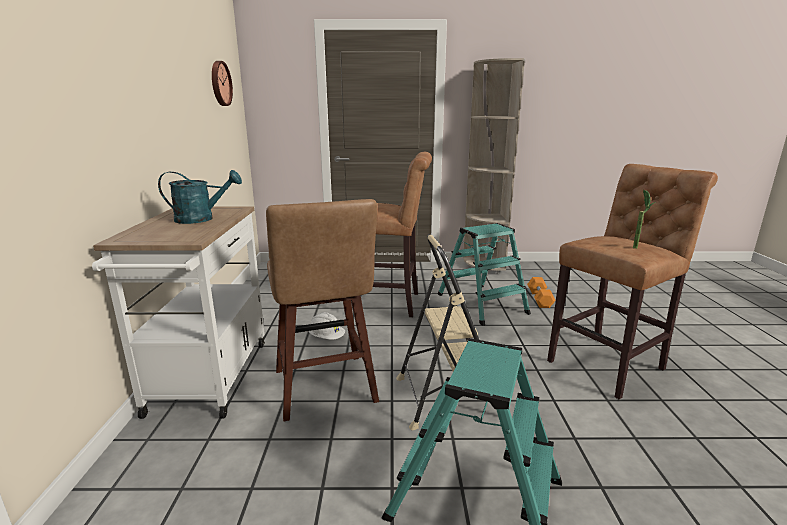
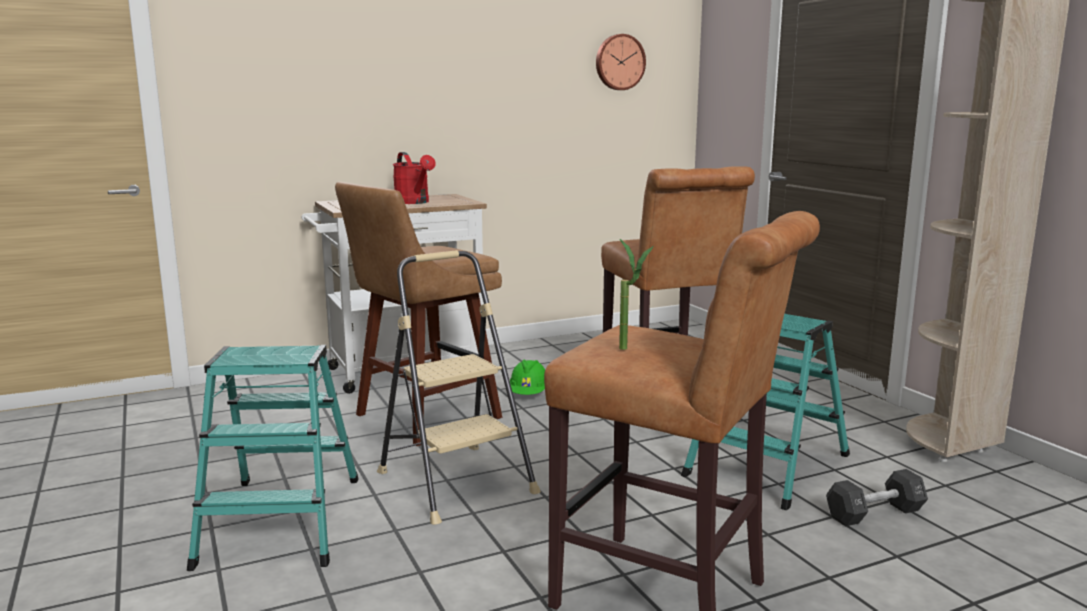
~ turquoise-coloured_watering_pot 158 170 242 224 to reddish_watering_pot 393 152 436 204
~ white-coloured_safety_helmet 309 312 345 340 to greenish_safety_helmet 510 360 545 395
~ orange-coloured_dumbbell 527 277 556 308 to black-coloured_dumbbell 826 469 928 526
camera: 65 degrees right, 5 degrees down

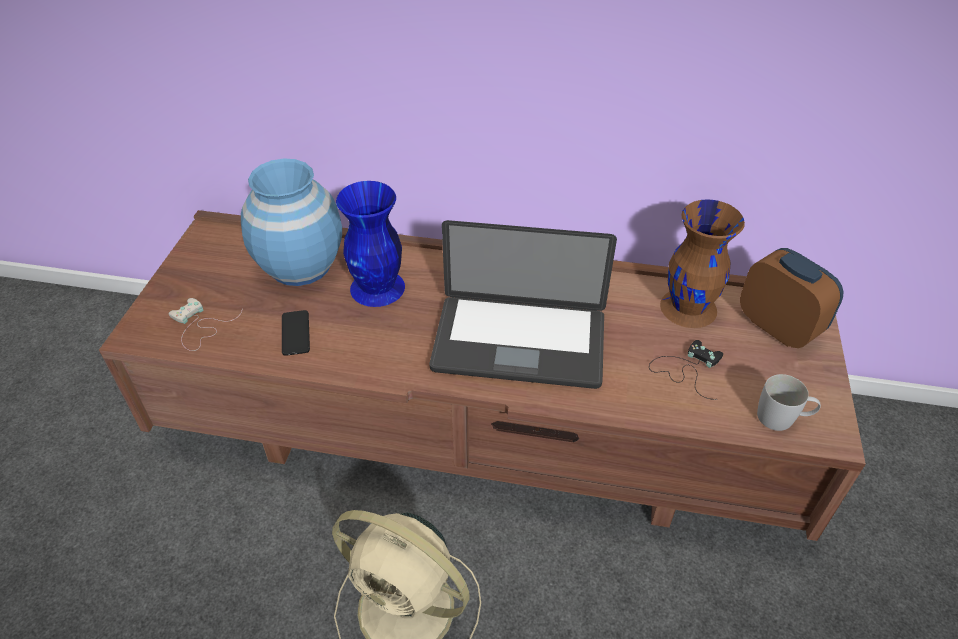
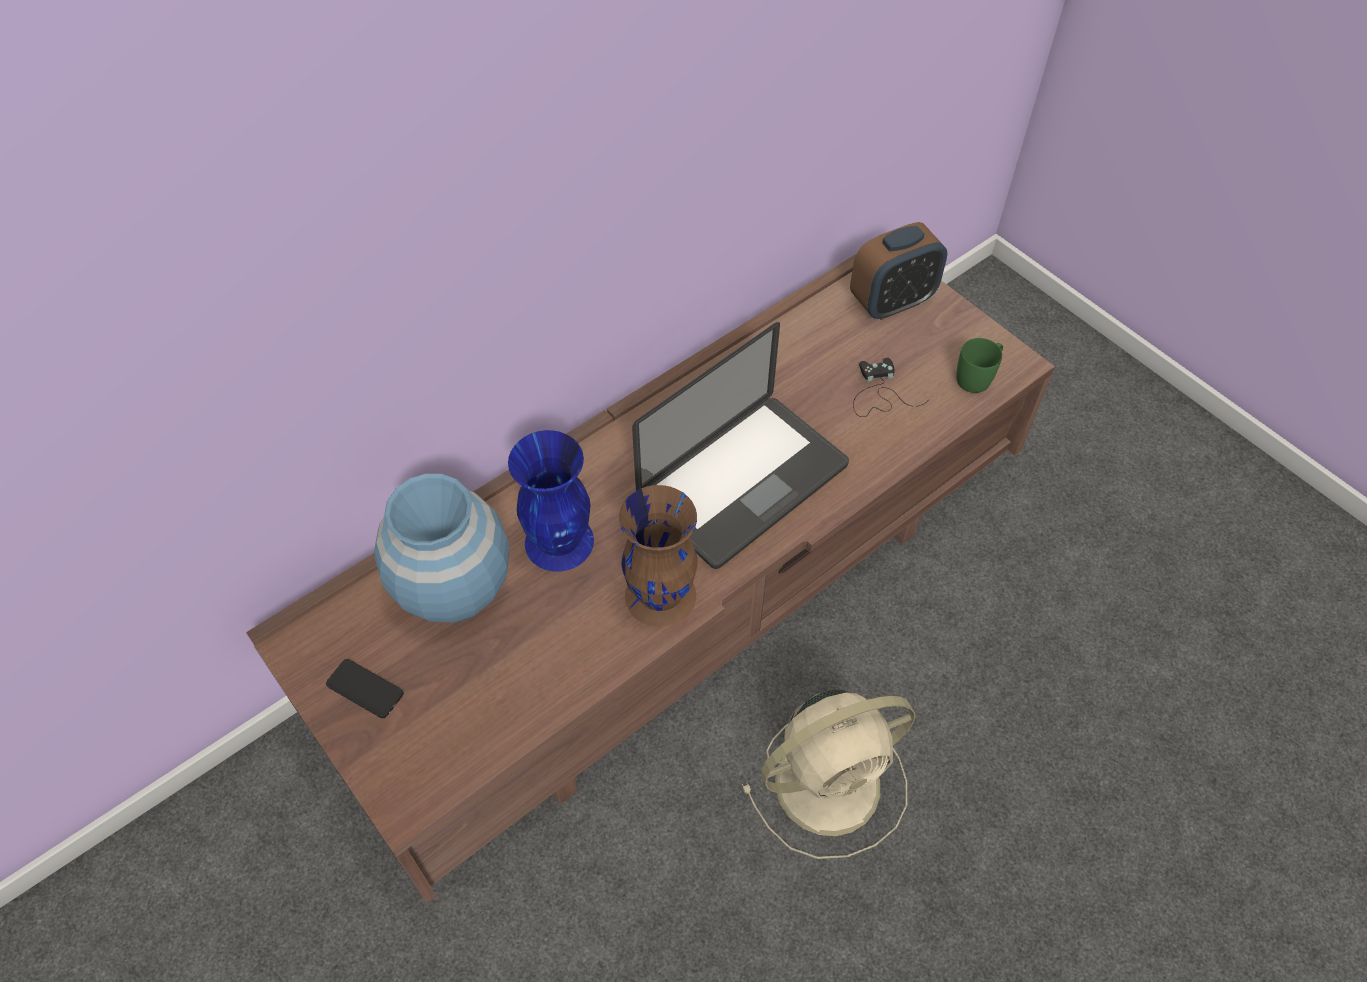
- white-coloured_game_controller 169 298 243 351
~ telephone 282 310 310 356 to 326 659 404 718
~ brownish_flower_vase 660 199 745 328 to 619 485 698 627
~ white-coloured_coffee_mug 757 374 821 431 to greenish_coffee_mug 957 338 1003 393
~ table_clock 740 248 843 348 = 850 222 947 320 150 degrees clockwise
camera: 50 degrees left, 10 degrees up

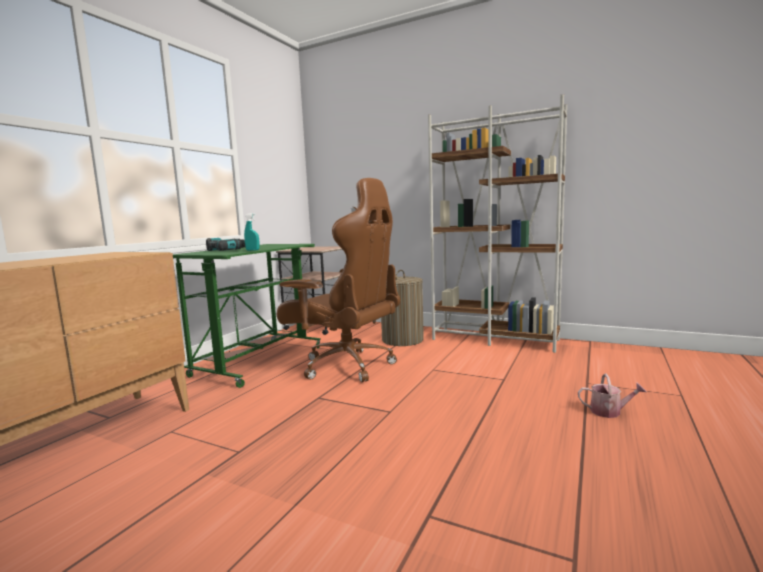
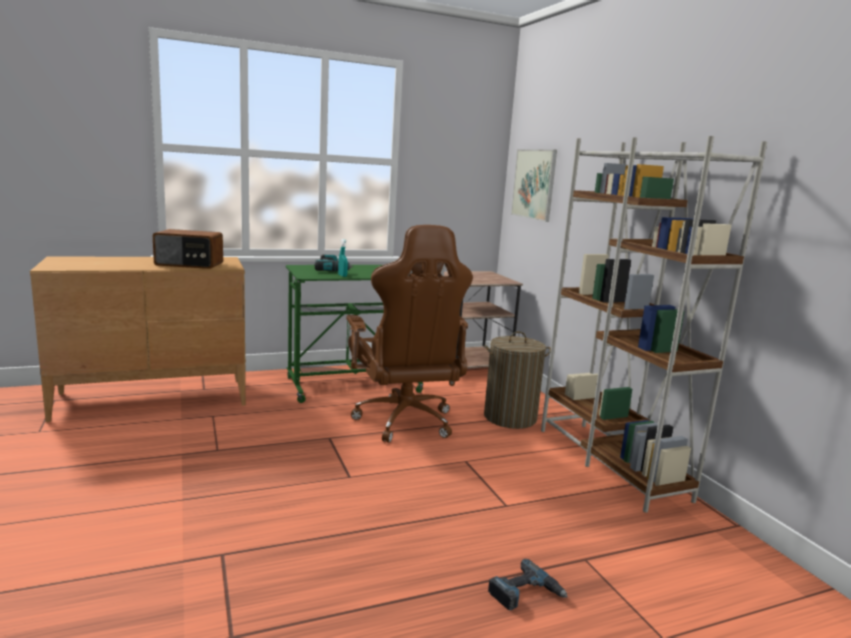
+ radio_set 153 229 223 269
+ wall_art 511 149 557 222
~ watering_pot 578 373 646 418 to drill 488 559 568 611
camera: 40 degrees right, 5 degrees up

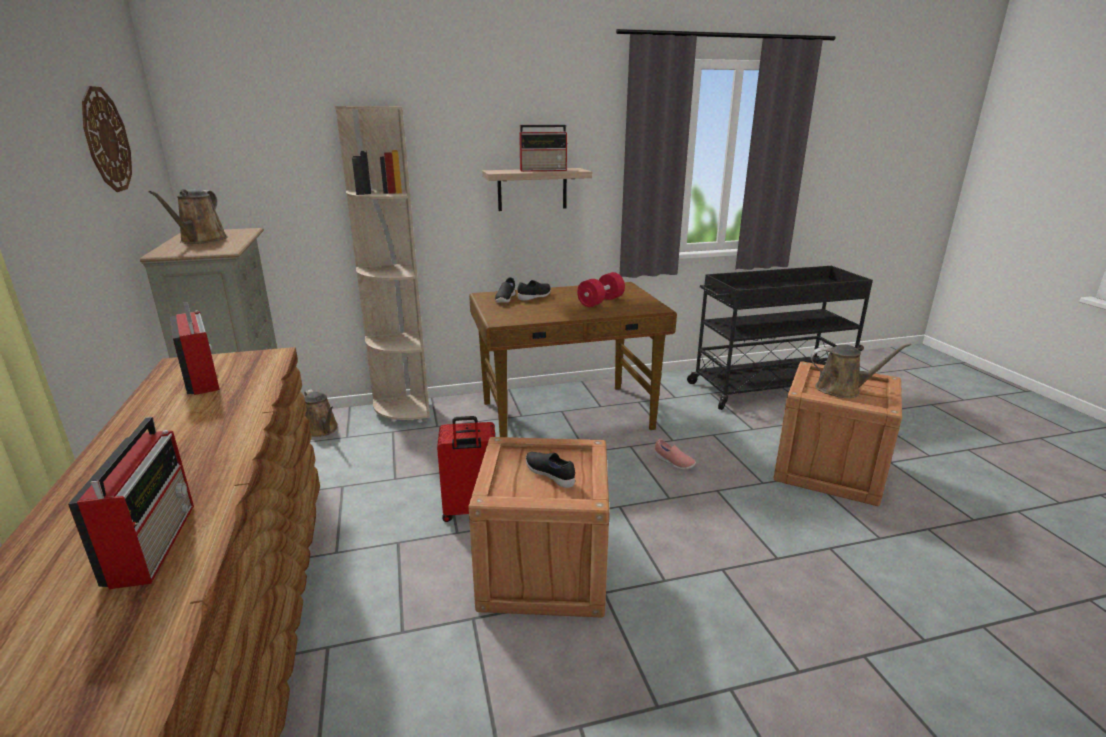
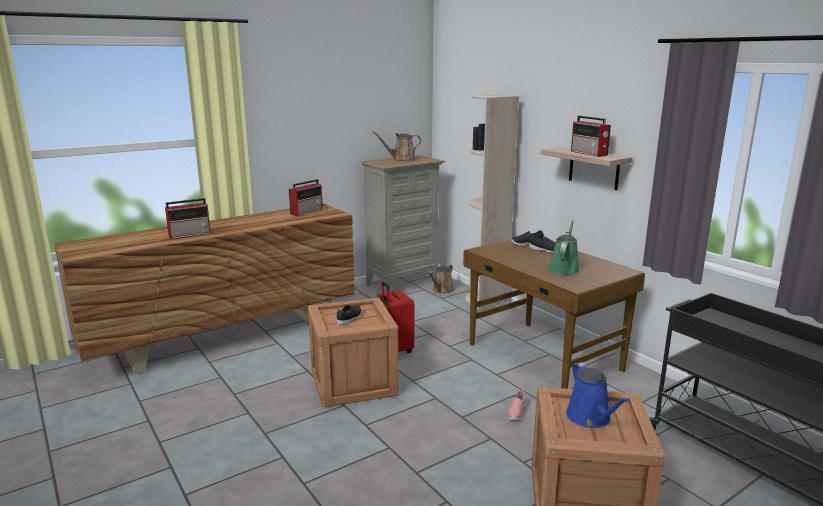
- clock_on_the_wall 82 86 132 192
~ reddish_dumbbell 577 272 625 307 to greenish_watering_pot 548 221 580 275
~ brownish_watering_pot 810 343 911 398 to blue-coloured_watering_pot 566 362 630 428
camera: 70 degrees right, 5 degrees down

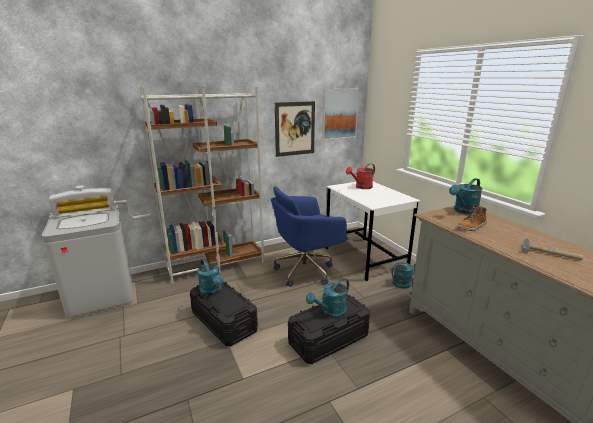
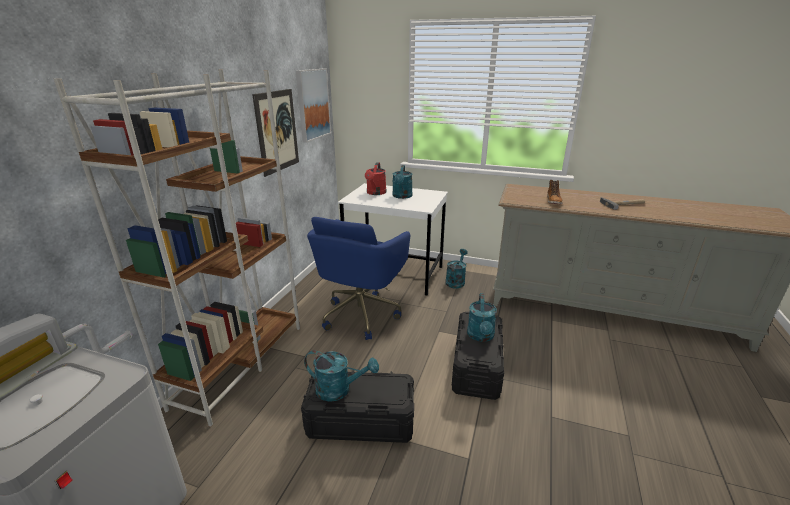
~ turquoise-coloured_watering_pot 449 178 483 214 to 392 165 413 199
camera: 45 degrees left, 5 degrees up

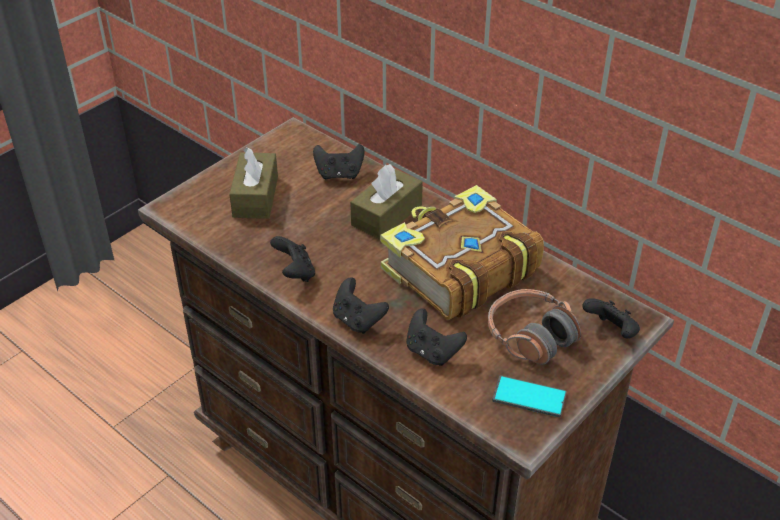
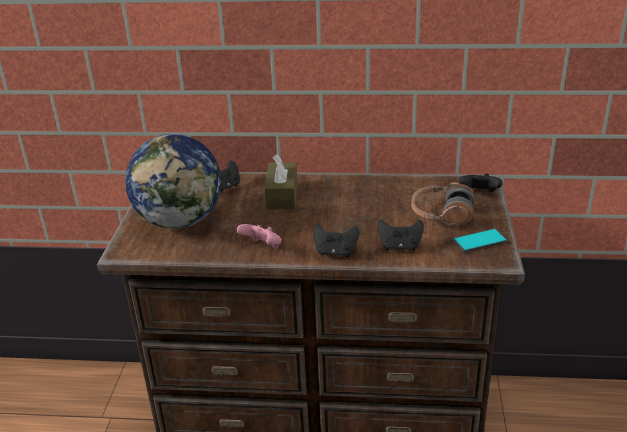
- book 380 185 544 320
~ brownish_tissue_box 229 147 278 219 to world_globe 125 134 221 229
~ black-coloured_game_controller 270 236 315 282 to pink_game_controller 237 224 282 248
camera: 35 degrees left, 10 degrees down

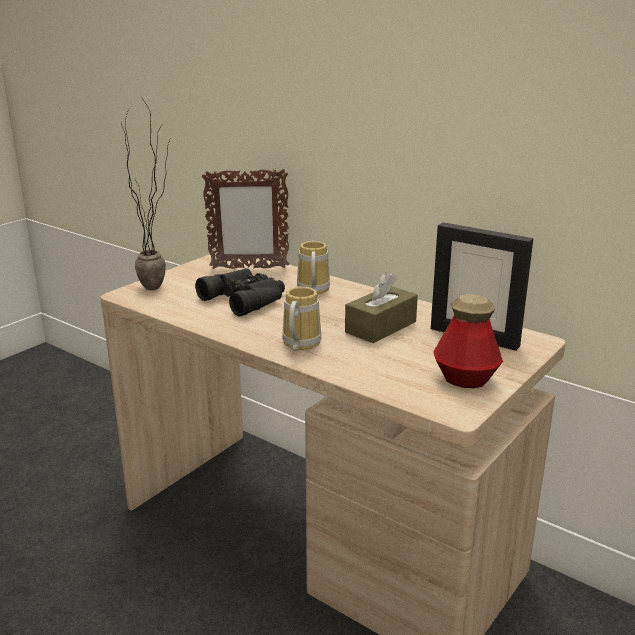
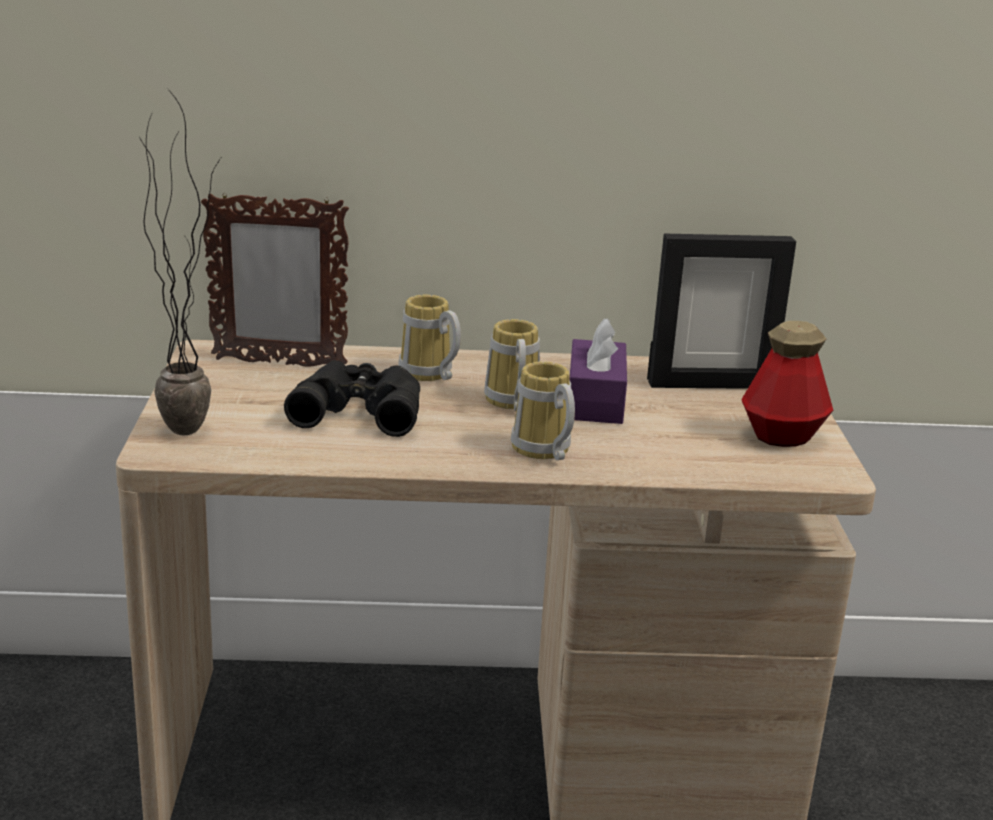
+ coffee_mug 484 319 540 411
~ brownish_tissue_box 345 272 418 343 to purplish_tissue_box 569 318 627 424
~ standing_frame 202 168 289 269 = 201 192 349 367 45 degrees clockwise
camera: 40 degrees left, 0 degrees up

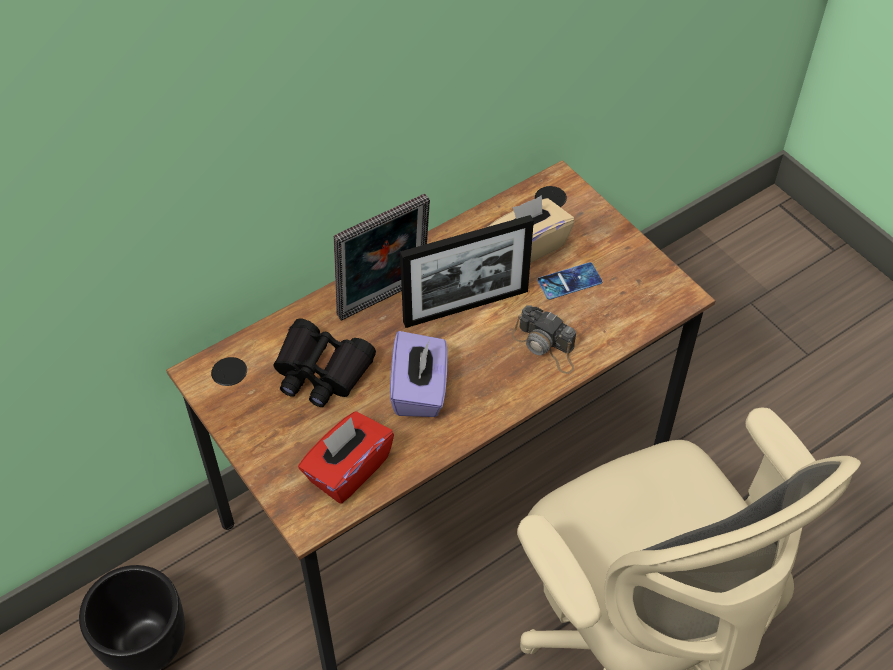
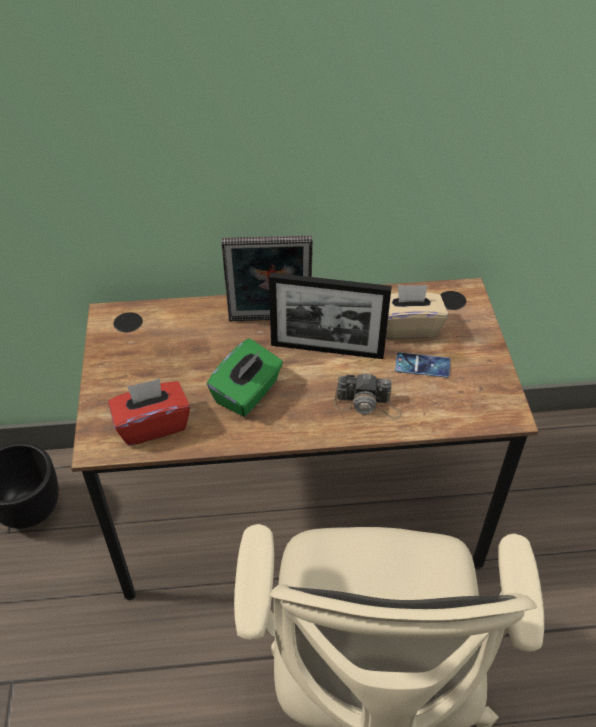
- black-coloured_pair_of_binoculars 273 319 376 407
~ purplish_tissue_box 390 331 447 417 to greenish_tissue_box 207 338 283 417
~ still_camera 512 305 576 374 = 334 373 402 419 60 degrees counterclockwise
camera: 30 degrees right, 5 degrees down

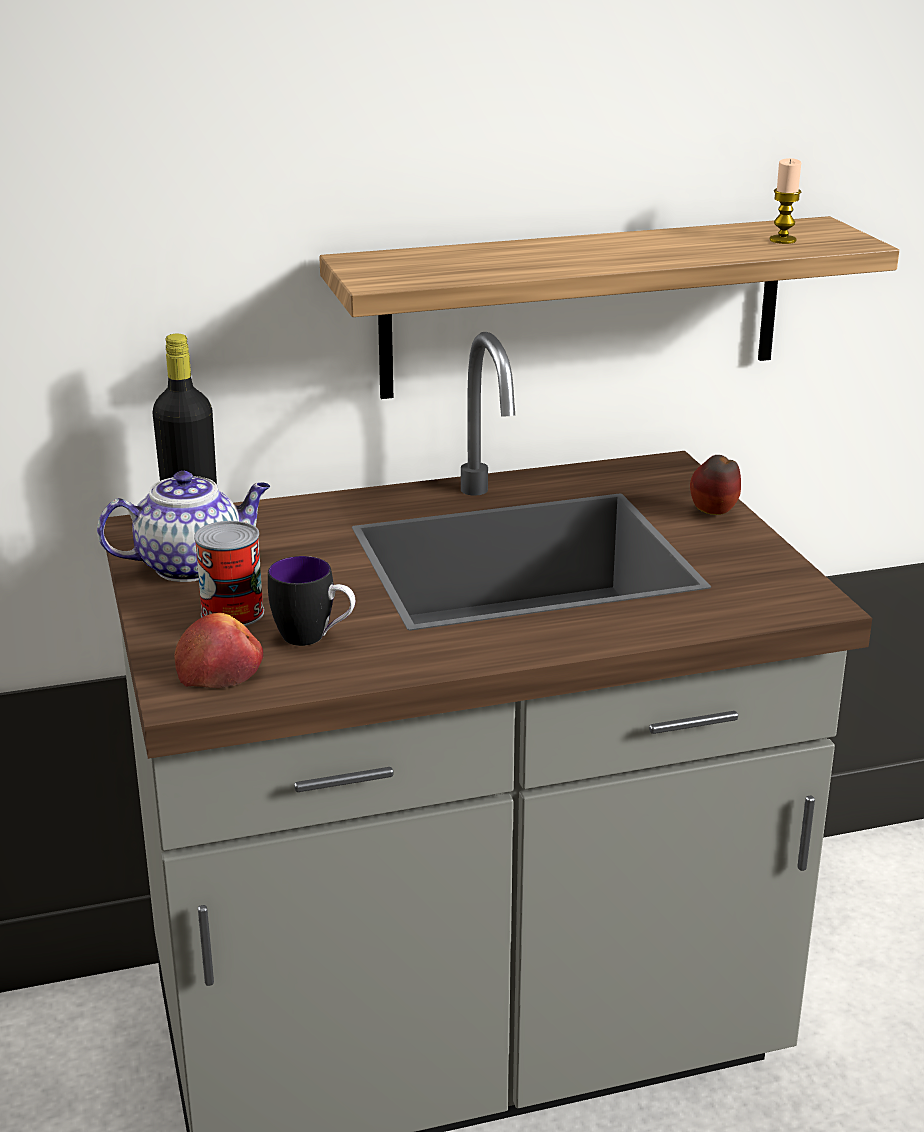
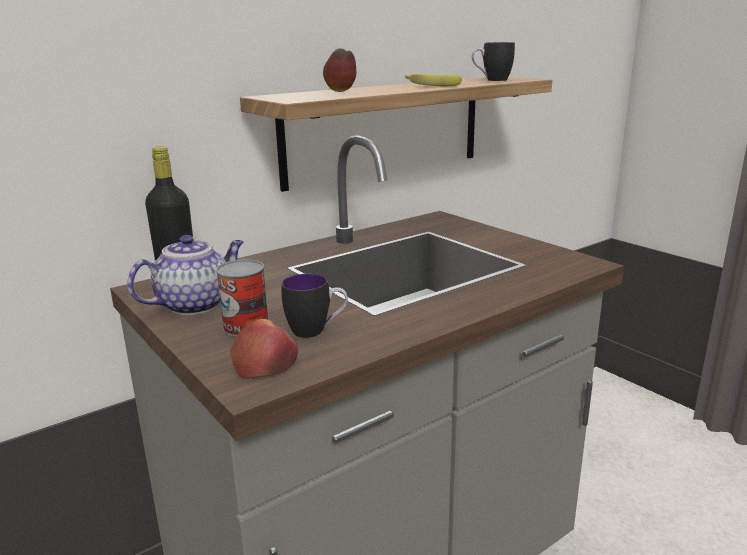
+ whole_banana 405 73 462 86
~ apple_fruit 690 455 741 515 to 323 48 356 92
~ wax_candle 770 158 801 244 to coffee_mug 472 42 515 81
camera: 20 degrees left, 5 degrees down

